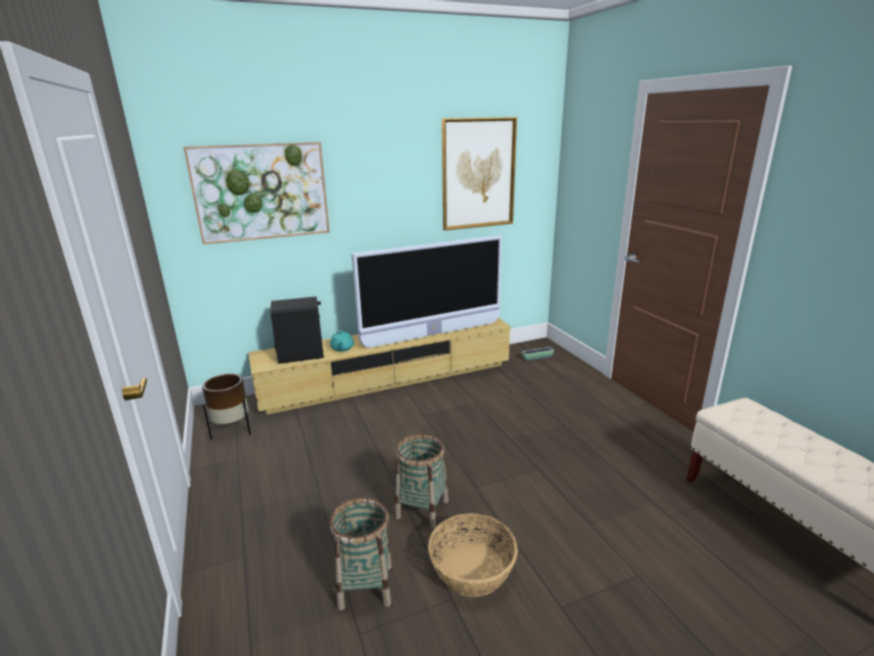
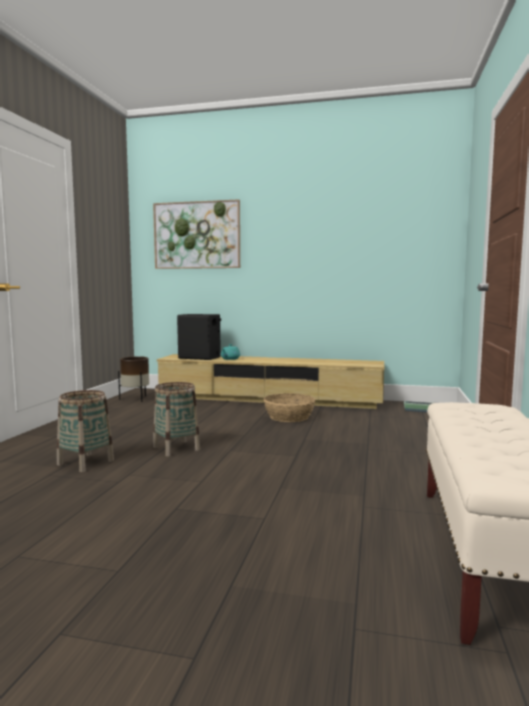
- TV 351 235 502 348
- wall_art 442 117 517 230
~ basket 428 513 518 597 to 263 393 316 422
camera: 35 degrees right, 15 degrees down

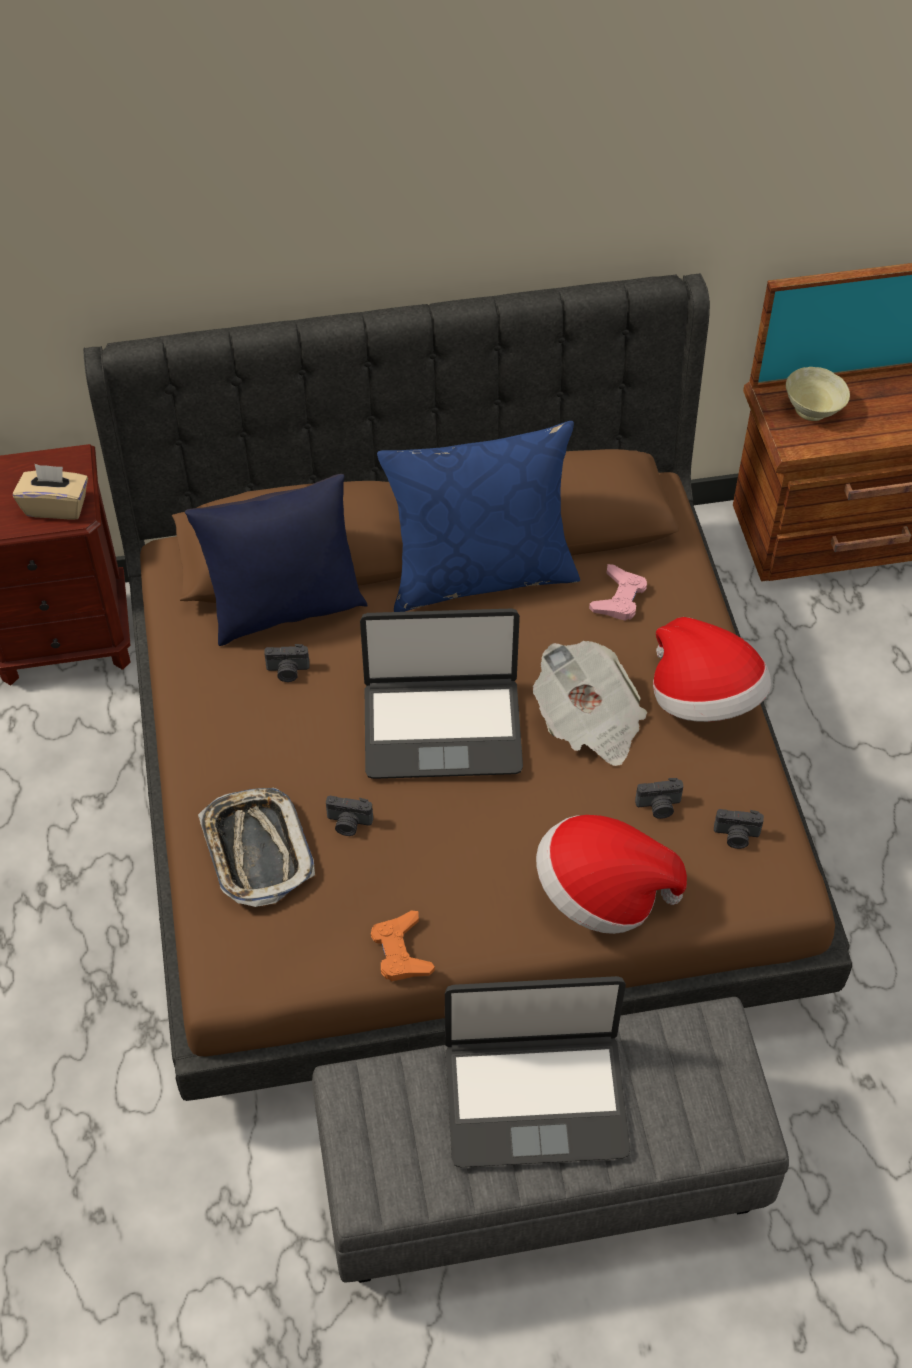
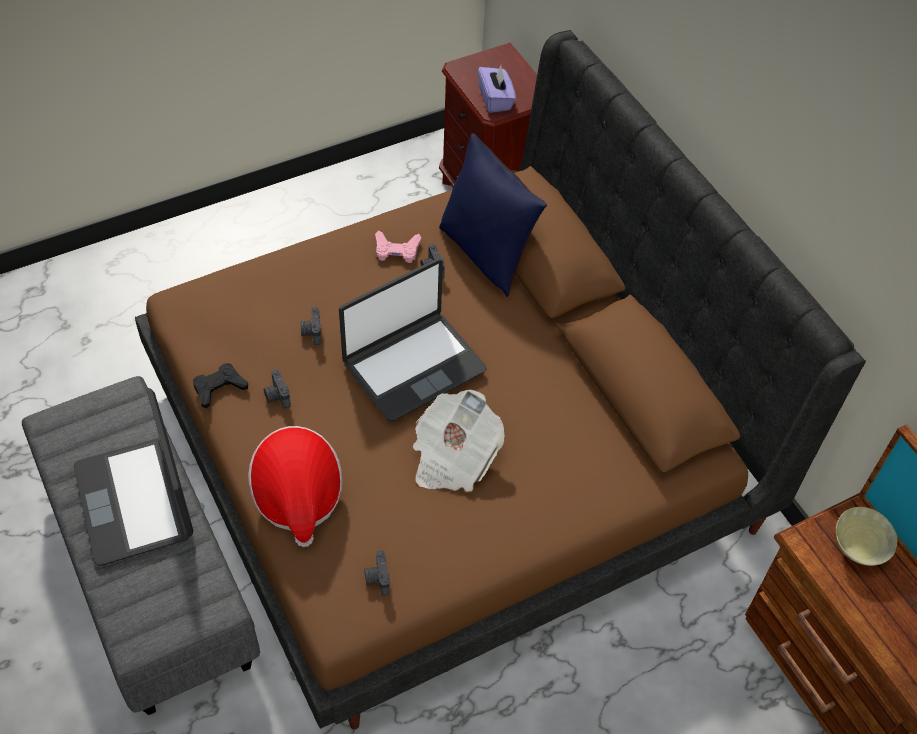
- tray 198 788 315 907
- blue-coloured_throw_pillow 377 421 580 612
- wearable_hat 653 617 771 722
~ pink_game_controller 589 564 647 621 to 375 231 421 263
~ still_camera 635 778 683 819 to 264 369 291 408
~ beige-coloured_tissue_box 13 464 88 520 to purplish_tissue_box 478 66 516 113
~ orange-coloured_game_controller 371 911 435 981 to black-coloured_game_controller 193 363 248 408
~ laptop 360 608 523 779 = 339 259 487 422 105 degrees counterclockwise
camera: 70 degrees right, 0 degrees up

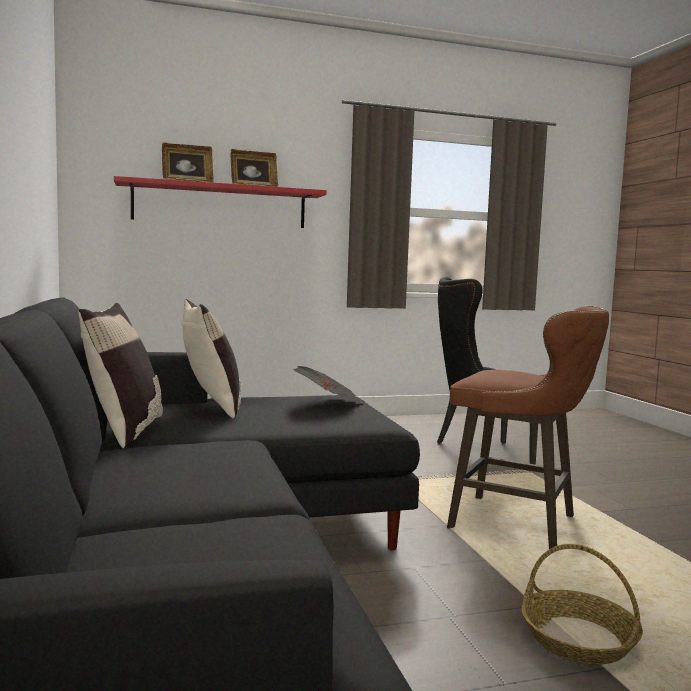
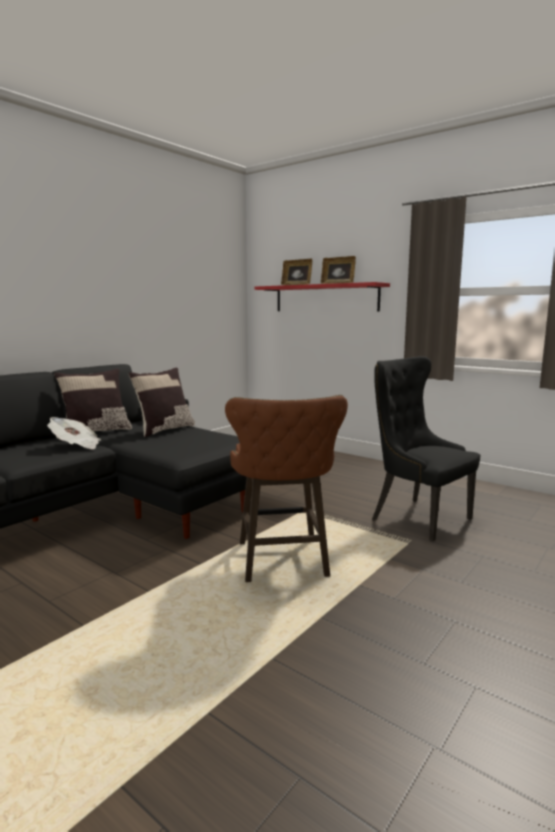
- basket 522 544 643 665
~ printed_paper 293 366 363 401 to 47 417 101 449
camera: 55 degrees right, 5 degrees up

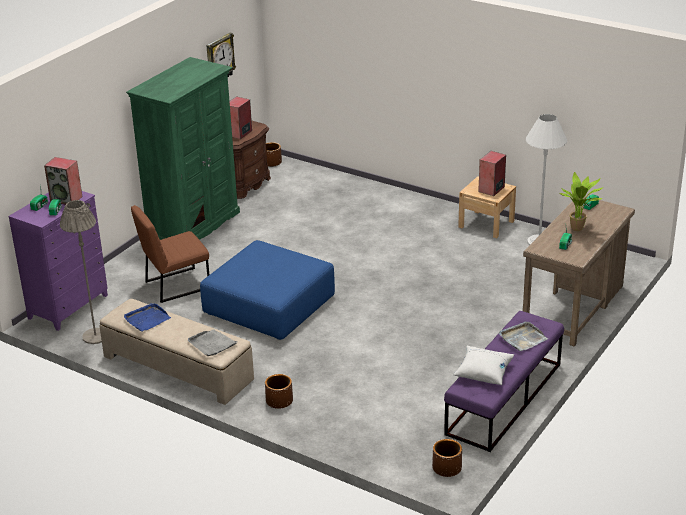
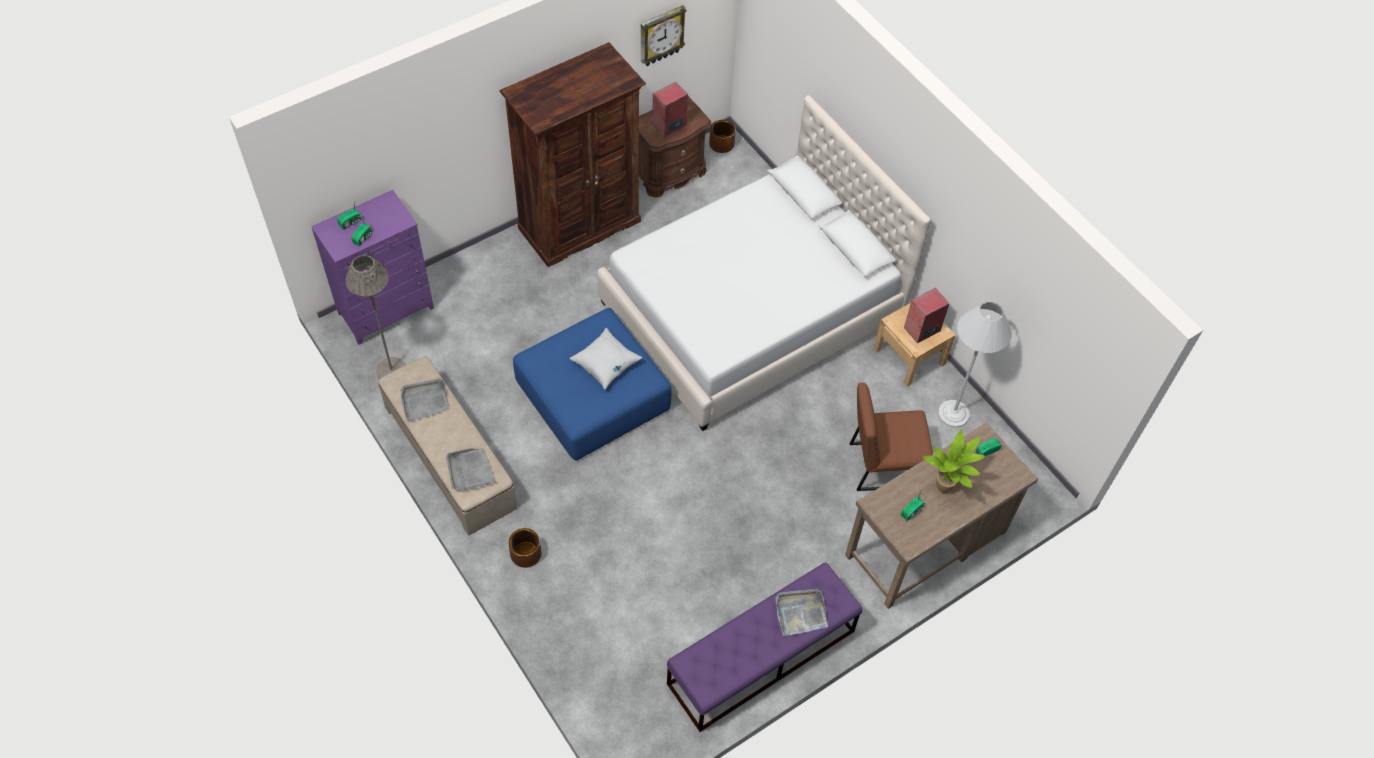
- audio_speaker 44 157 83 205
- brownish_flower_pot 432 439 462 477
+ white-coloured_sleeping_bed 597 95 931 431
~ brownish_plain_chair 131 205 209 303 to 850 383 933 491
~ grey_throw_pillow 453 345 514 385 to 569 328 642 390
~ blue-coloured_tray 124 303 171 331 to grey_tray 400 379 450 421
~ greenish_clothes_cupboard 126 57 240 240 to brownish_clothes_cupboard 499 42 646 267
camera: 20 degrees right, 25 degrees up

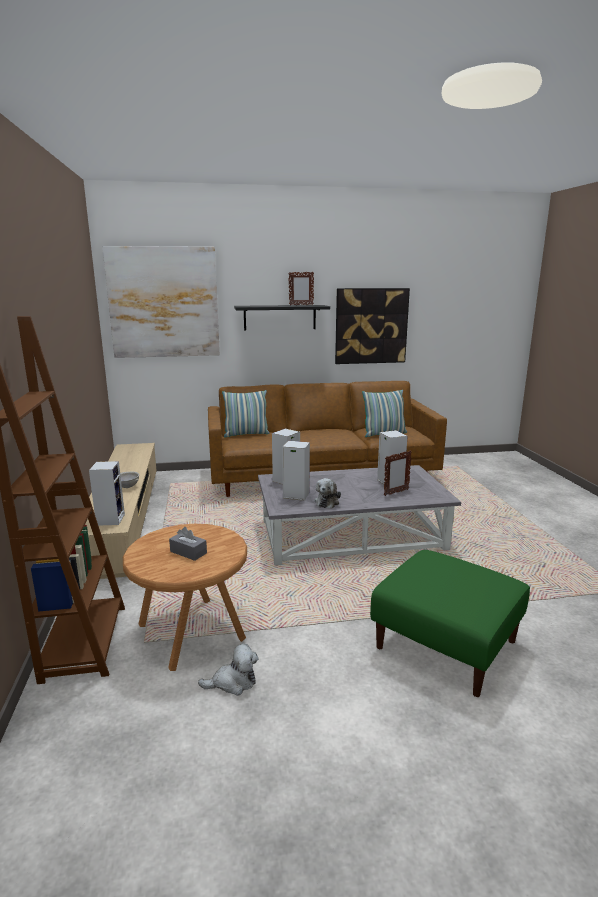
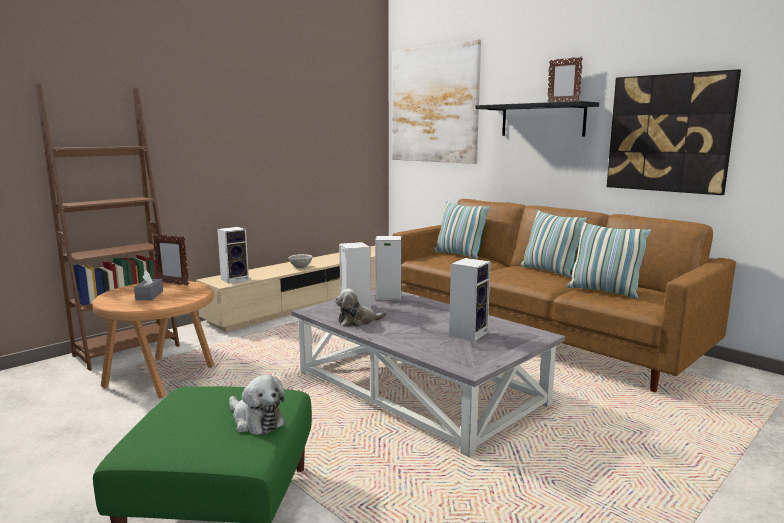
+ throw_pillow 520 210 587 277
~ cuddly_toy 198 643 258 696 to 229 375 285 435
~ standing_frame 384 450 412 496 to 152 234 189 286
camera: 55 degrees right, 5 degrees down

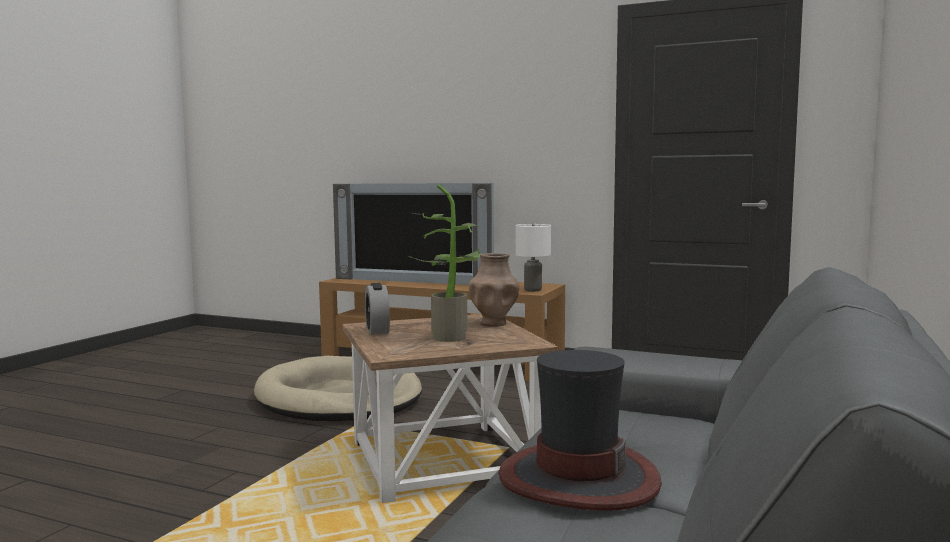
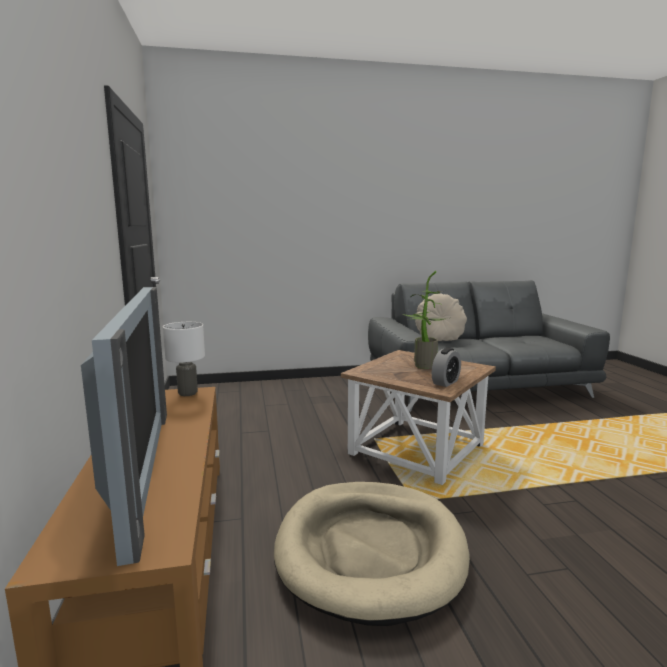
- brownish_flower_vase 469 253 519 327
- wearable_hat 499 350 662 511
+ beige-coloured_throw_pillow 415 294 467 341
camera: 125 degrees left, 5 degrees up

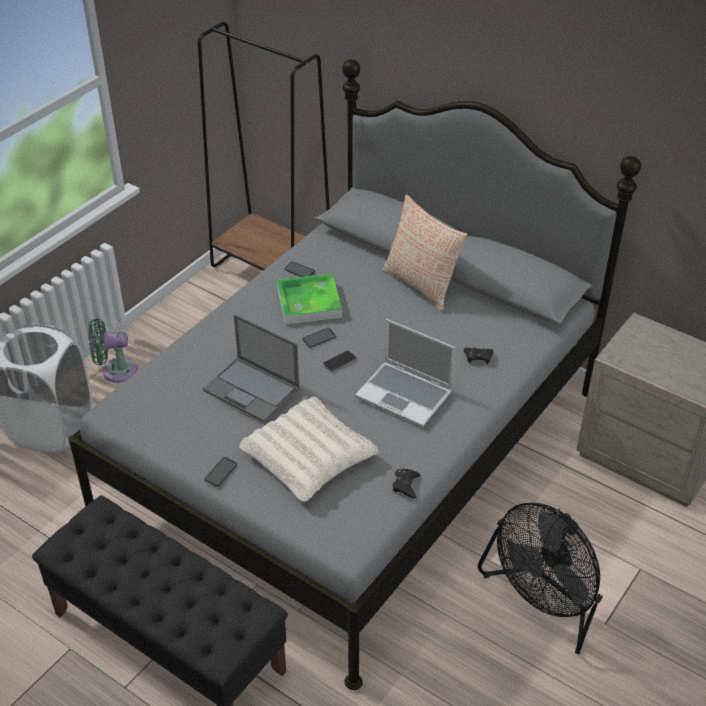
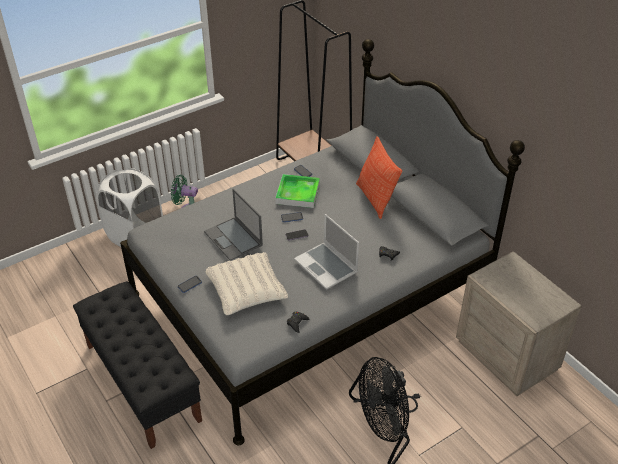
~ beige-coloured_throw_pillow 383 194 467 311 to orange-coloured_throw_pillow 356 136 403 219
camera: 20 degrees right, 0 degrees up

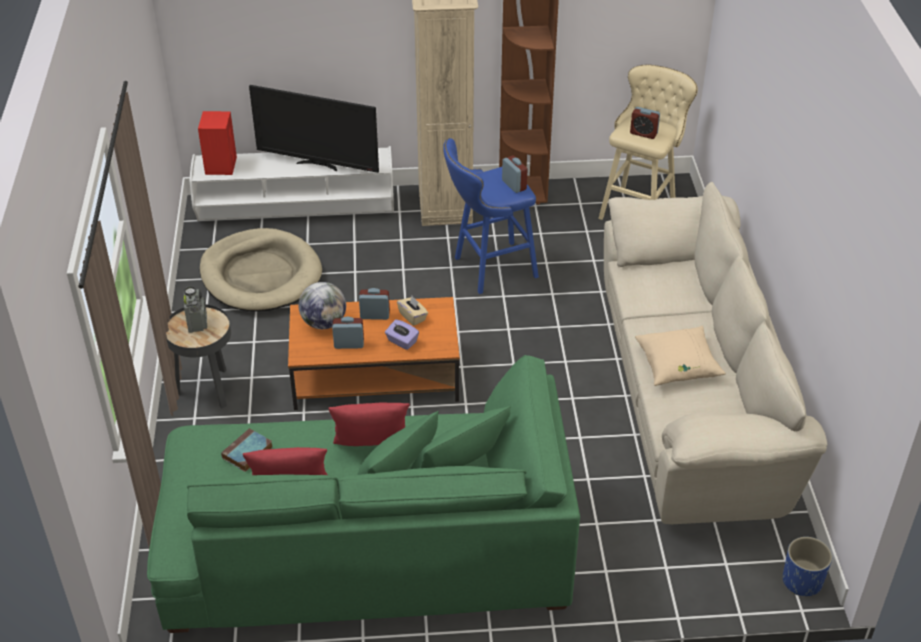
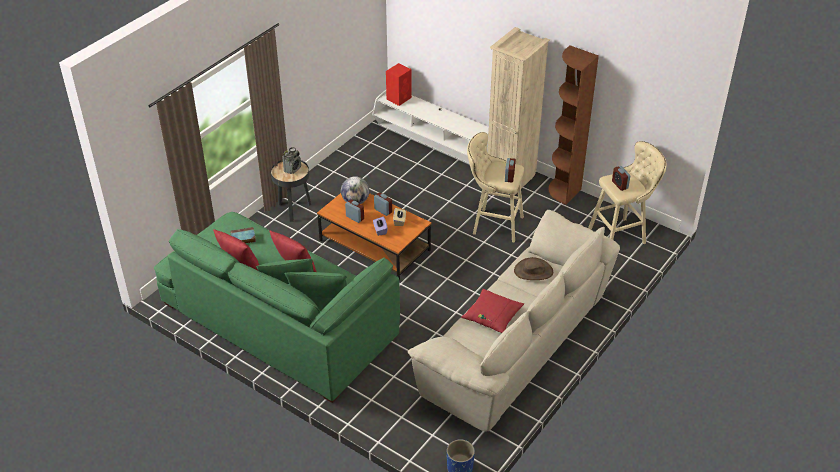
- beige-coloured_dog_cushion 199 228 322 312
- TV 249 85 379 173
+ brownish_wearable_hat 514 257 553 280
~ blue-coloured_stool 443 138 539 294 to beige-coloured_stool 467 132 524 243
~ beige-coloured_throw_pillow 635 326 726 386 to reddish_throw_pillow 461 289 524 333
camera: 40 degrees right, 0 degrees up

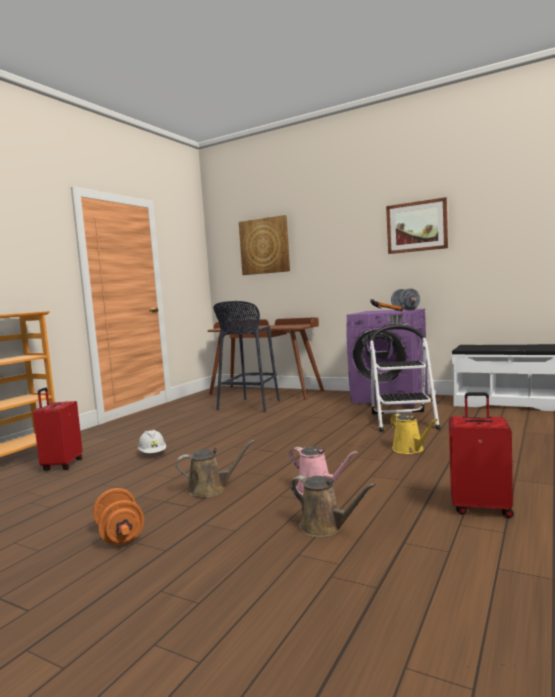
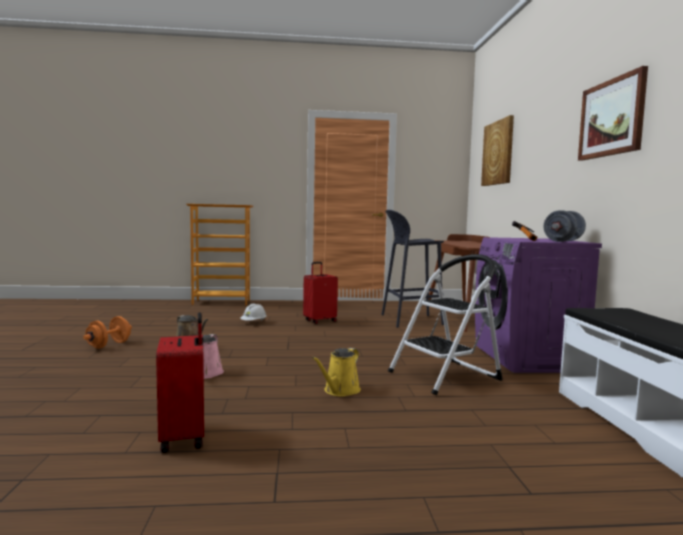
- brownish_watering_pot 290 476 376 537
~ reddish_piece_of_luggage 33 387 83 471 to 303 262 338 324
camera: 55 degrees right, 0 degrees up

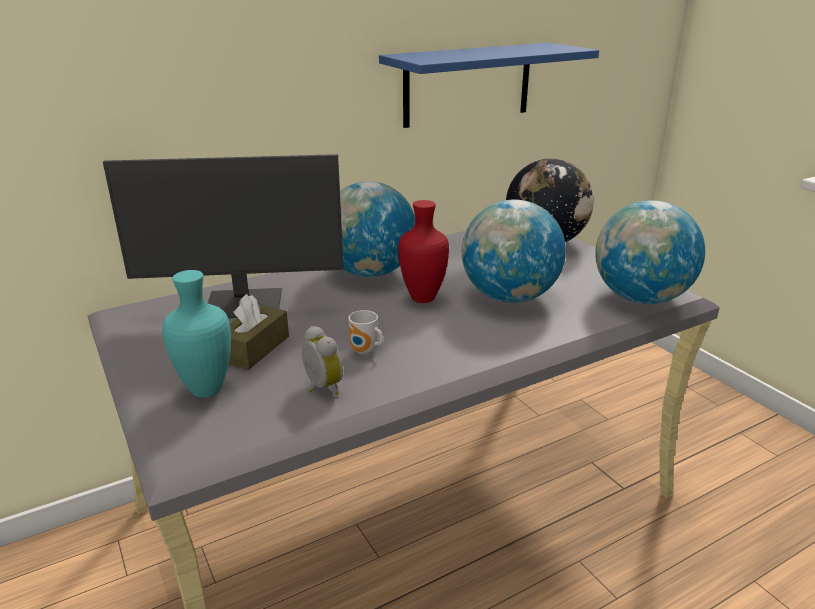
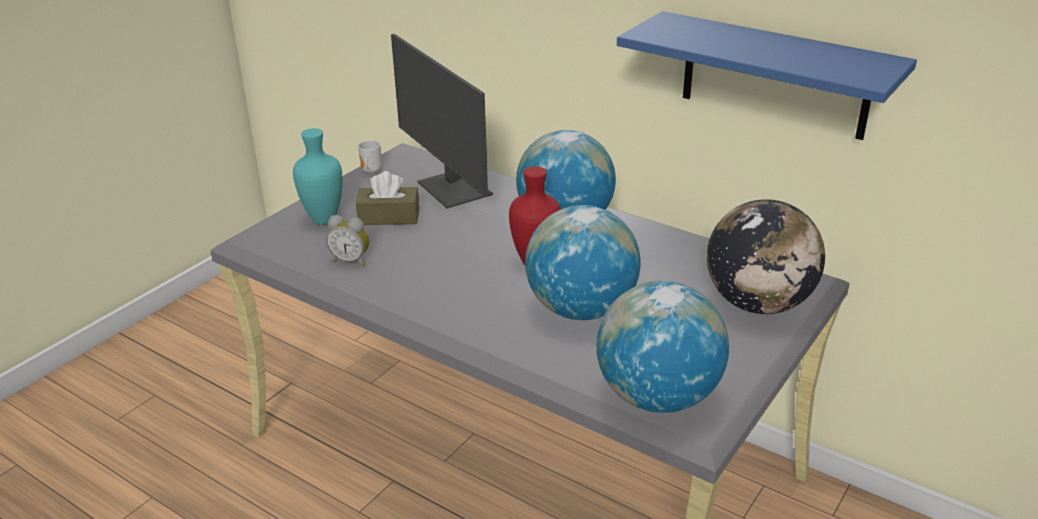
~ coffee_mug 348 310 383 354 to 358 140 382 174
~ table_clock 302 326 343 396 = 326 215 369 266 75 degrees clockwise
camera: 65 degrees right, 5 degrees up

